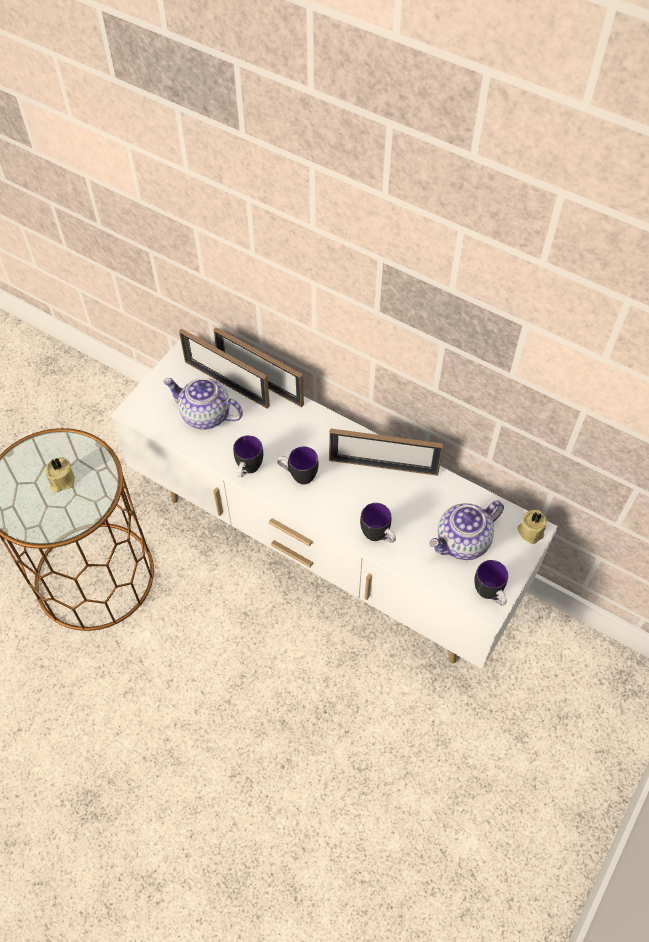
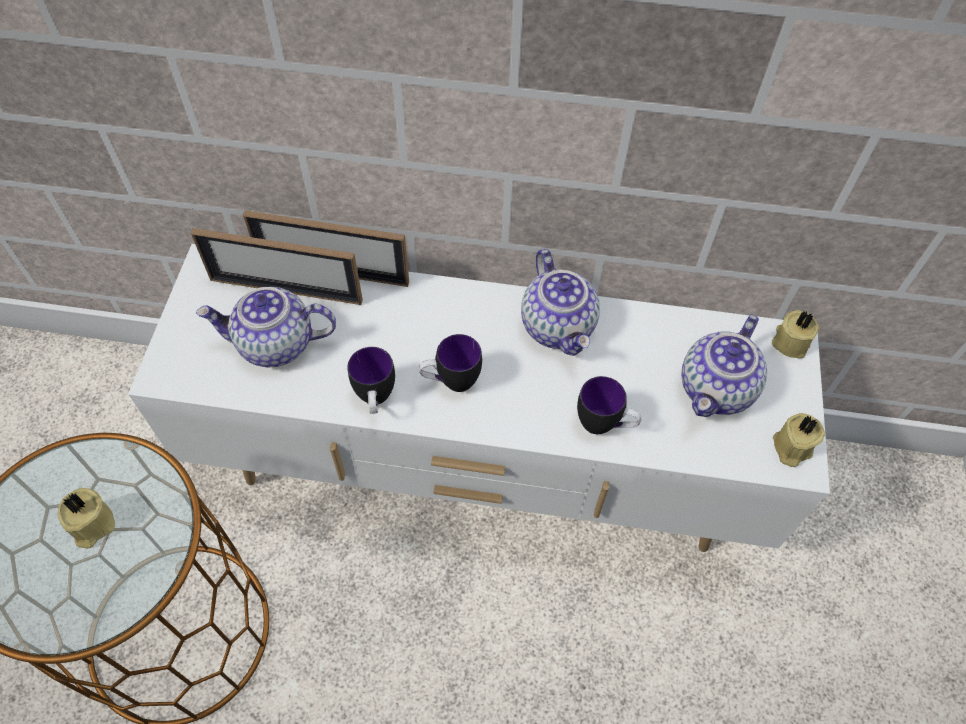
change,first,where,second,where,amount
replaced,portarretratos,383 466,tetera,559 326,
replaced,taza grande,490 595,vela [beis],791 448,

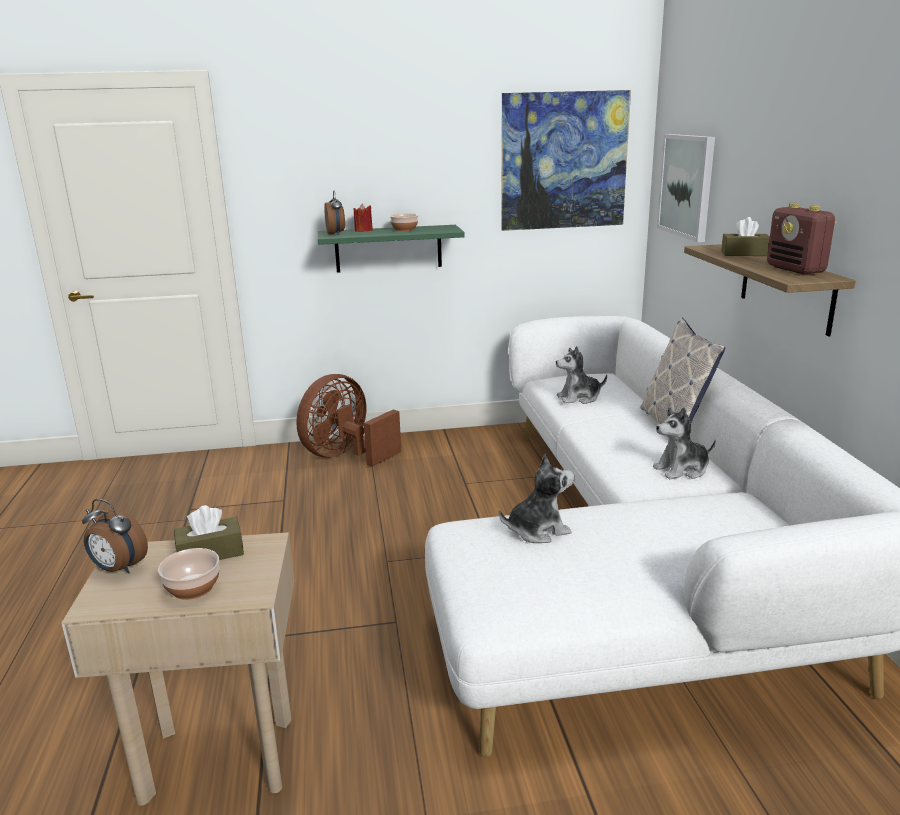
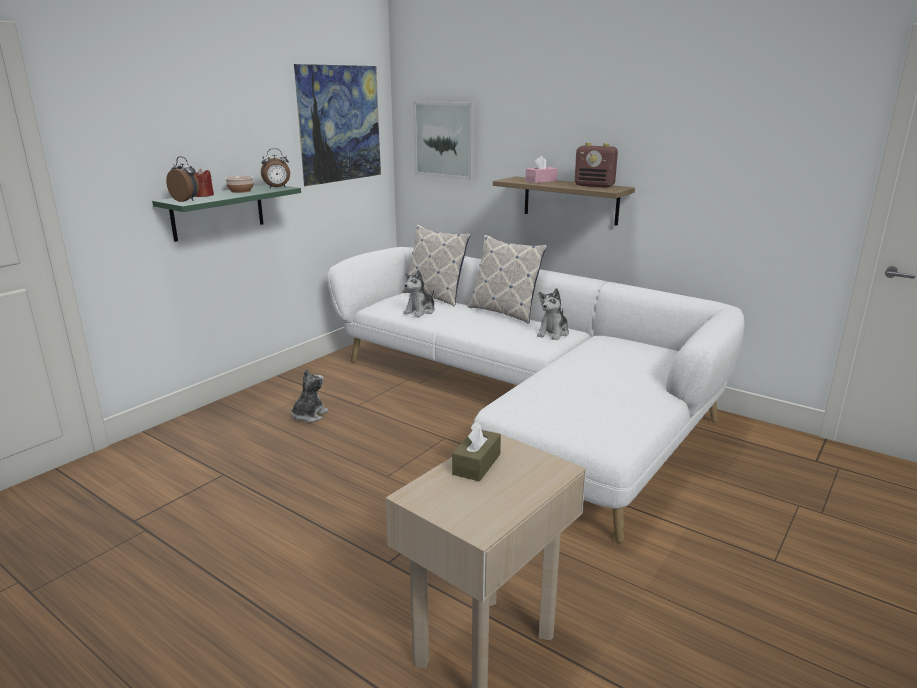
change,first,where,second,where,amount
moved,despertador,118 569,,277 188,
moved,peluche,537 530,,309 415,
added,,,cojín,435 296,
recoloured,caja de pañuelos [marrón],744 254,caja de pañuelos [rosa],541 181,
removed,cuenco,192 587,,,
removed,ventilador [marrón],346 456,,,

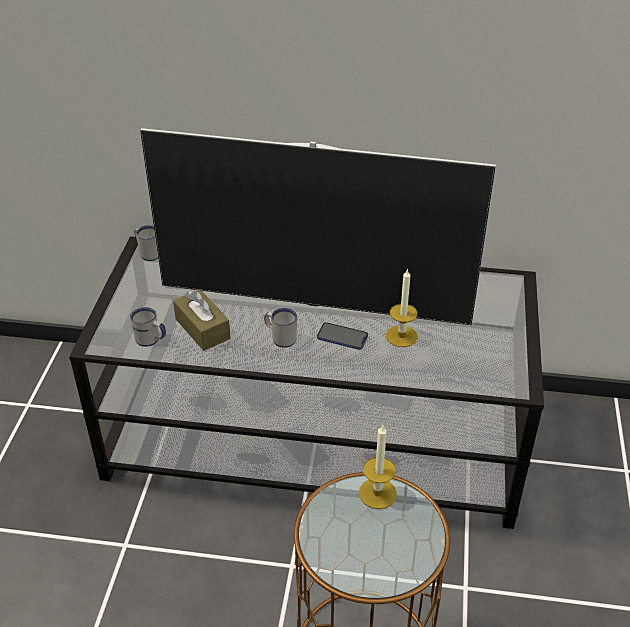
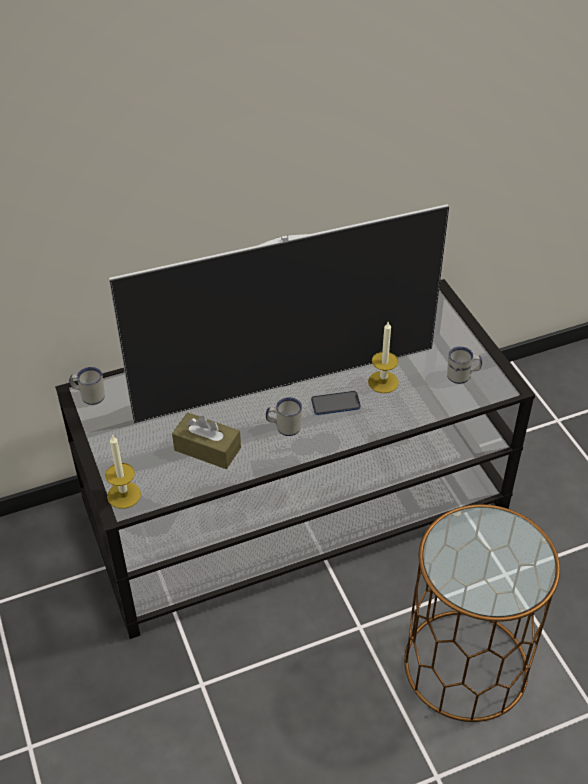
change,first,where,second,where,amount
moved,vela,377 493,,124 495,
moved,taza grande [blanco],151 340,,462 376,

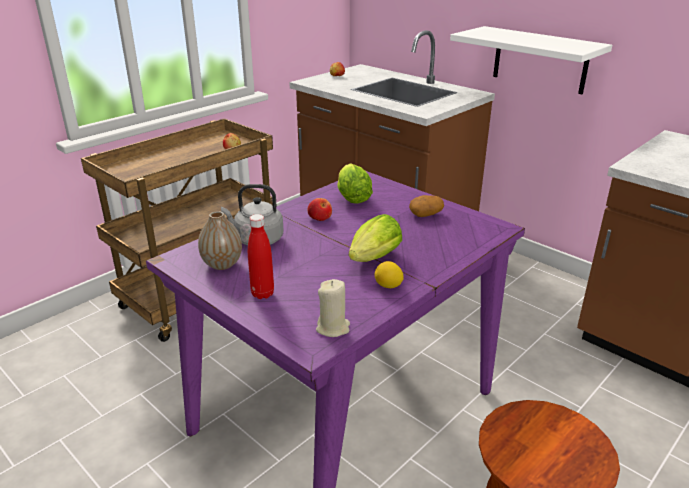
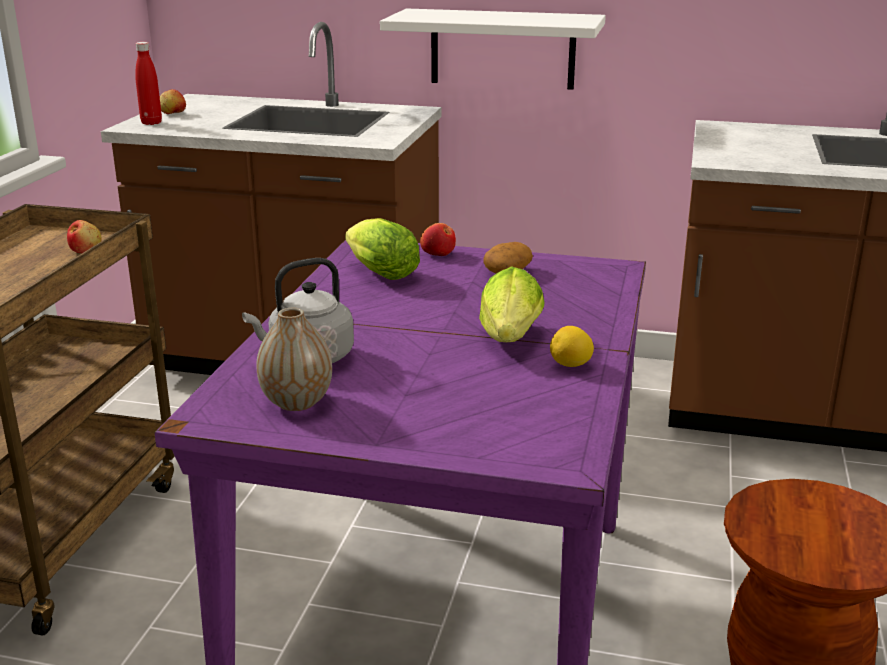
change,first,where,second,where,amount
moved,botella [rojo],262 294,,151 123,
moved,manzana,320 218,,437 253,
removed,vela [beis],333 328,,,

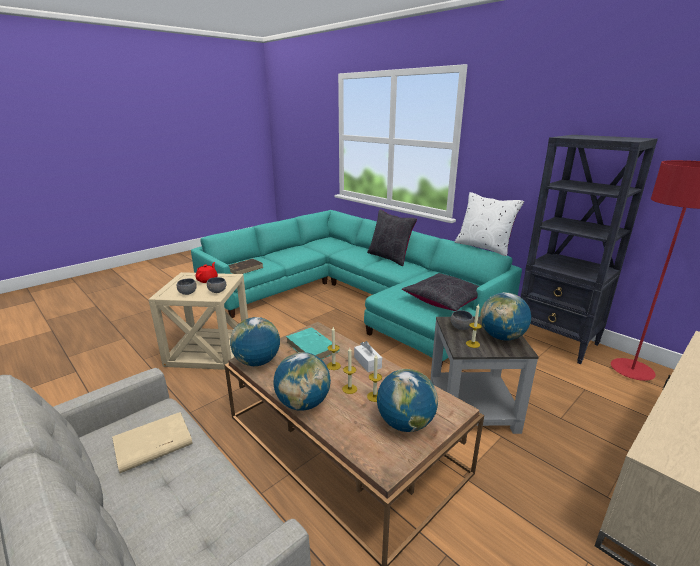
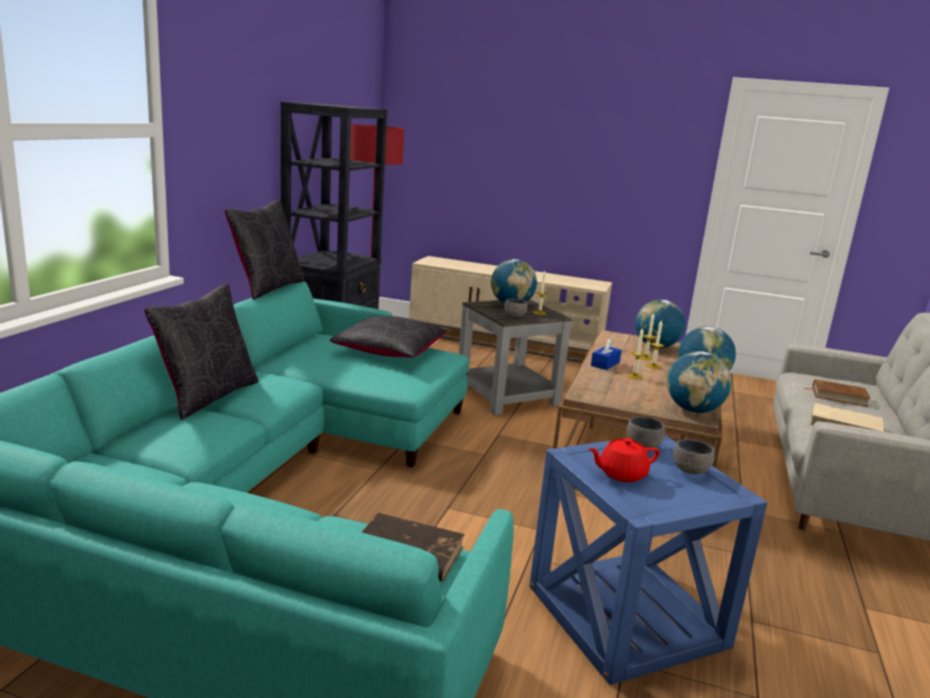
change,first,where,second,where,amount
recoloured,cojín [blanco],484 247,cojín [negro],267 288,
recoloured,mesa auxiliar [beis],209 350,mesa auxiliar [azul],626 616,
recoloured,caja de pañuelos [blanco],367 362,caja de pañuelos [azul],605 364,
added,,,libro [marrón],838 396,
removed,libro [turquesa],312 347,,,

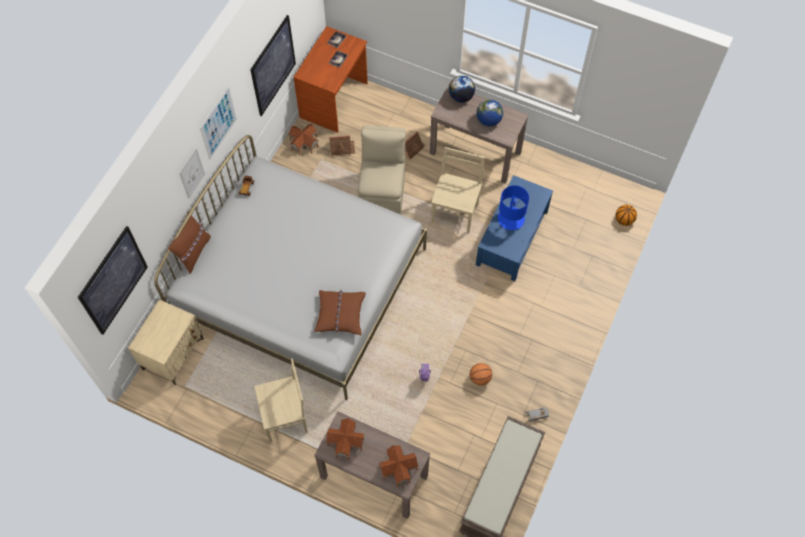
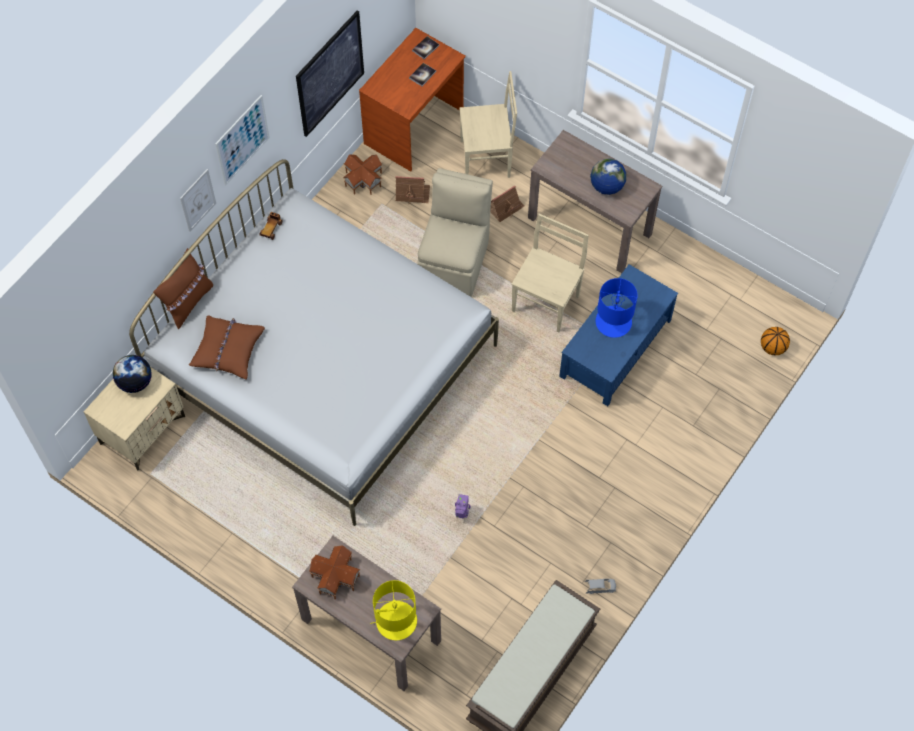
change,first,where,second,where,amount
moved,globo terráqueo,461 97,,135 382,
moved,cojín [marrón],340 314,,228 350,
replaced,casita,398 468,lámpara de mesa [amarillo],395 621,
moved,silla [beis],286 417,,487 158,
removed,cuadro,113 281,,,
removed,balón de baloncesto,480 378,,,

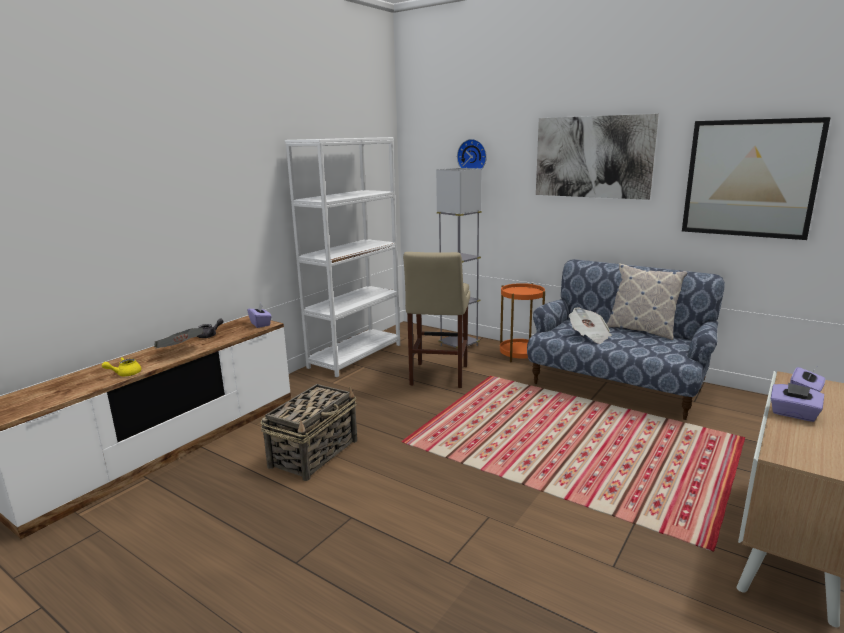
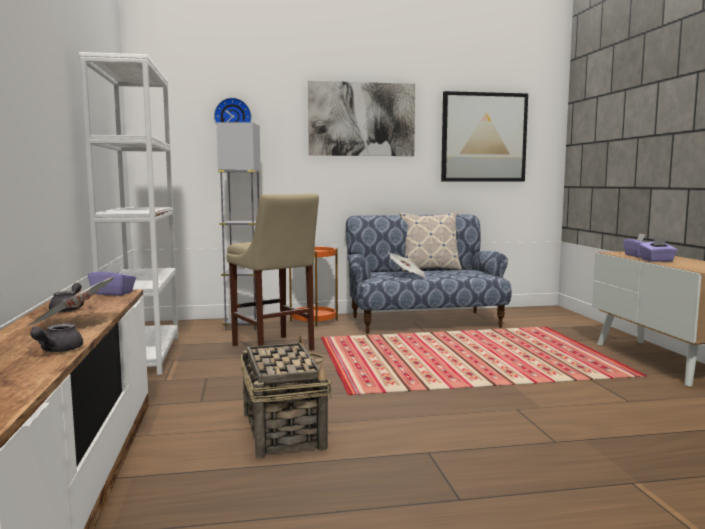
change,first,where,second,where,amount
recoloured,tetera [amarillo],125 374,tetera [gris],56 350,

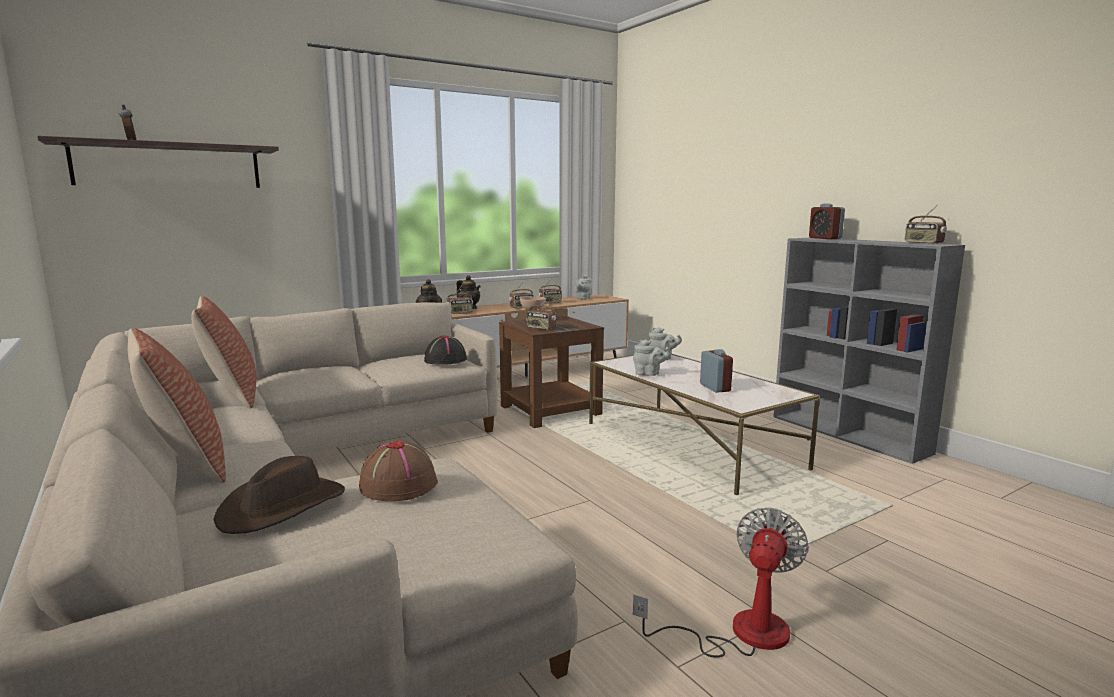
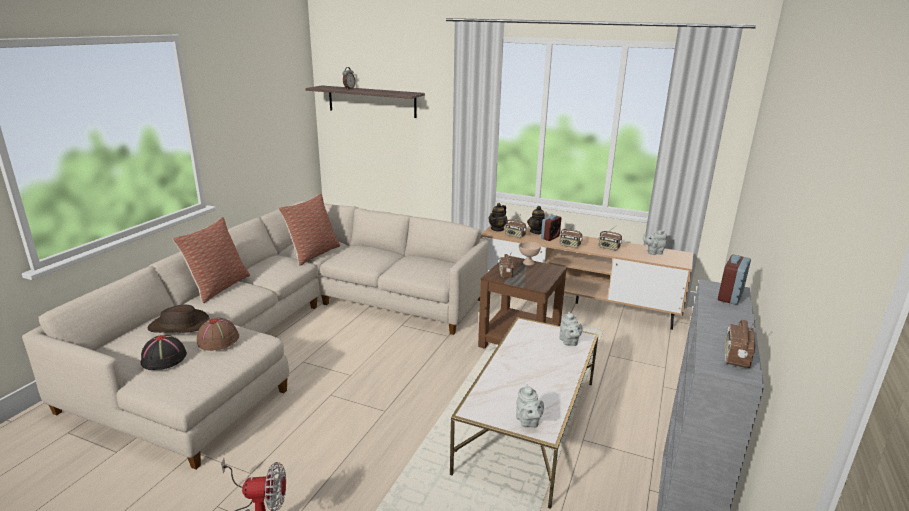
change,first,where,second,where,amount
moved,sombrero [negro],445 360,,164 359,
moved,tetera [gris],649 374,,528 422,
moved,despertador,715 388,,550 237,

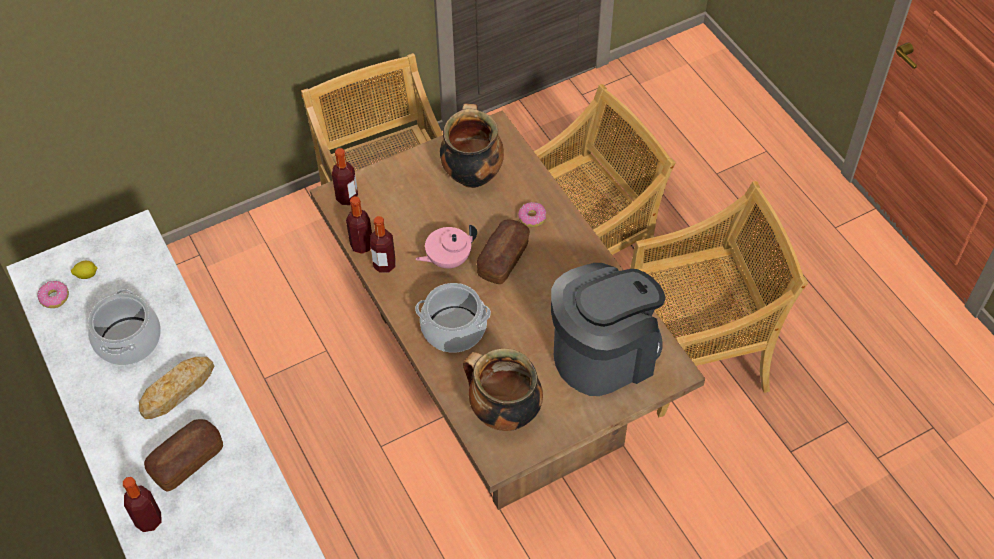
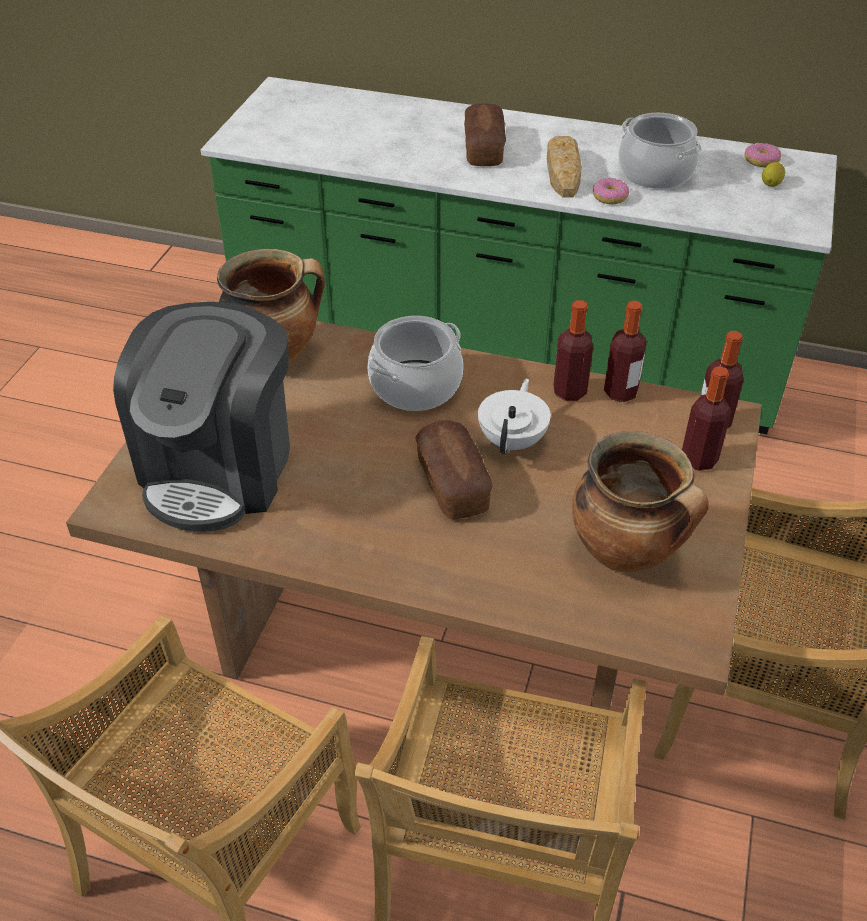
change,first,where,second,where,amount
recoloured,tetera [rosa],448 259,tetera [blanco],513 440,
moved,rosquilla,532 218,,610 197,
moved,botella,148 520,,699 459,

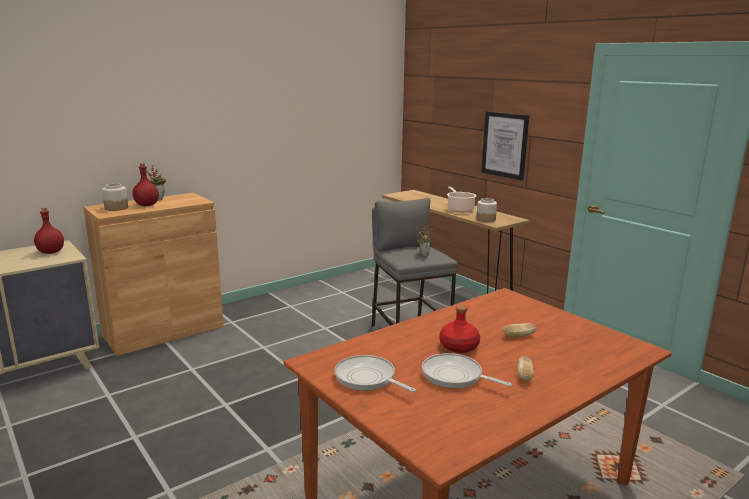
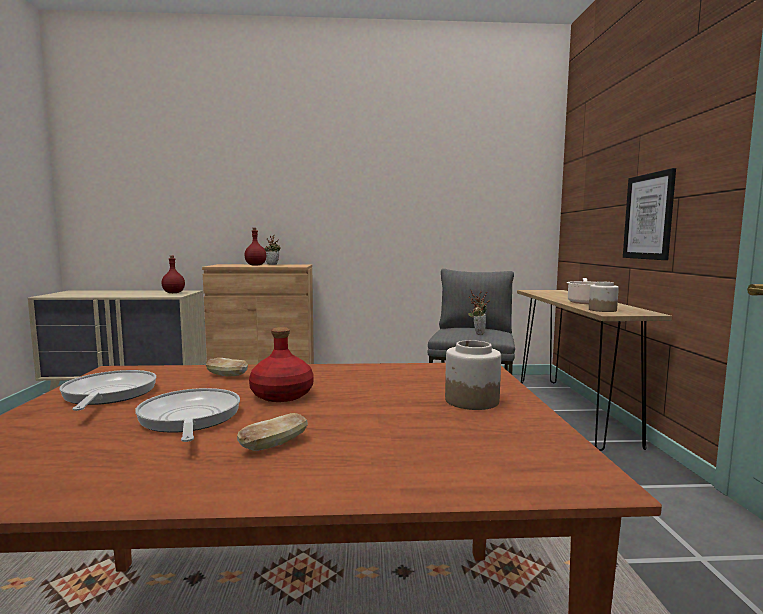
change,first,where,second,where,amount
moved,pan,519 336,,227 376,
moved,tarro,116 208,,471 400,

